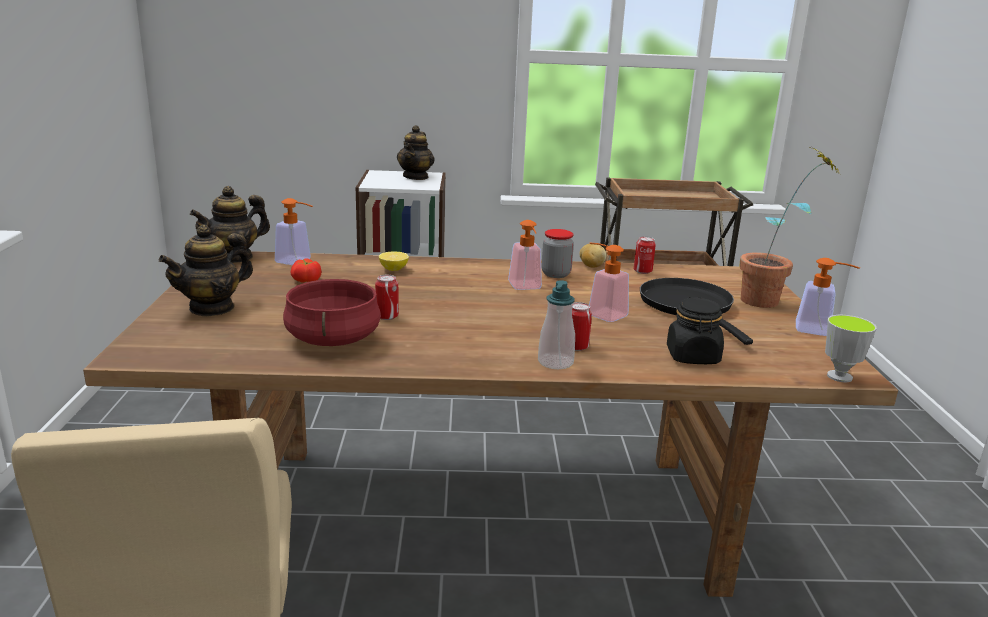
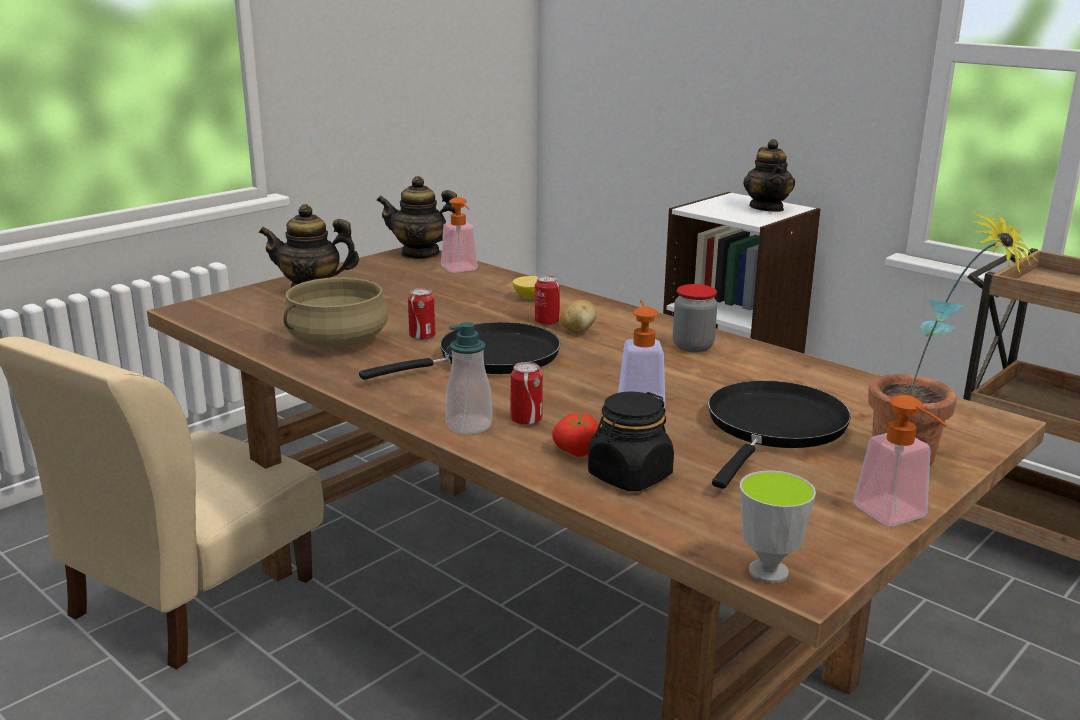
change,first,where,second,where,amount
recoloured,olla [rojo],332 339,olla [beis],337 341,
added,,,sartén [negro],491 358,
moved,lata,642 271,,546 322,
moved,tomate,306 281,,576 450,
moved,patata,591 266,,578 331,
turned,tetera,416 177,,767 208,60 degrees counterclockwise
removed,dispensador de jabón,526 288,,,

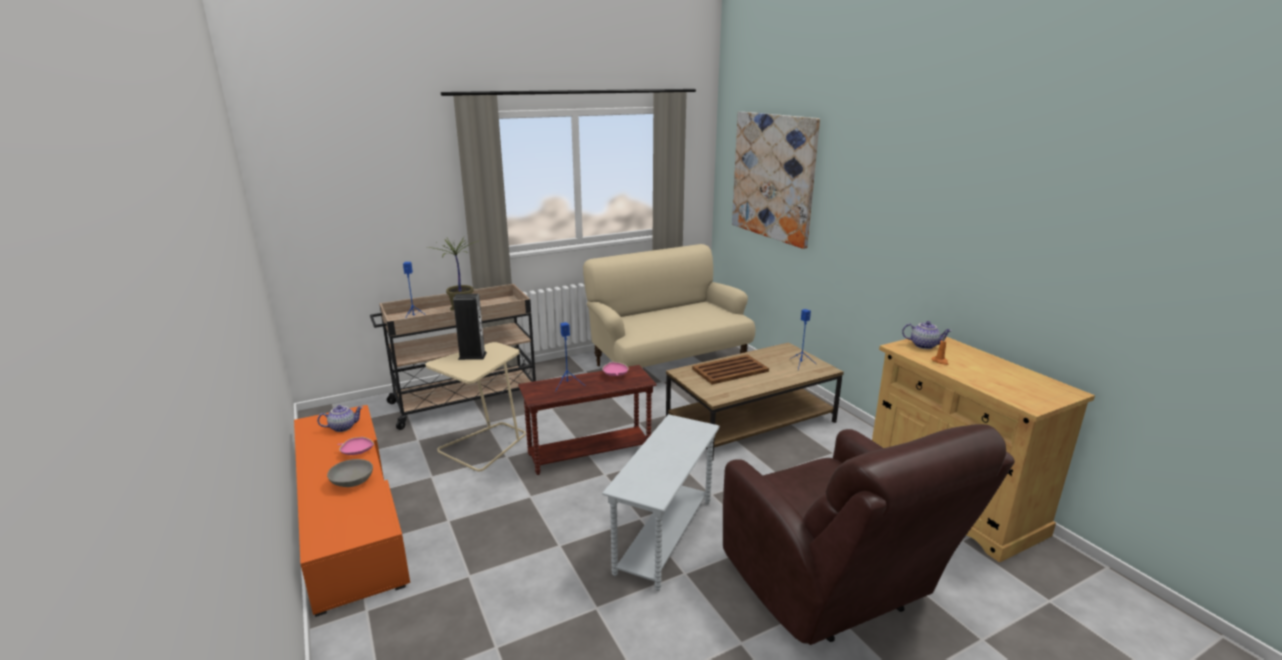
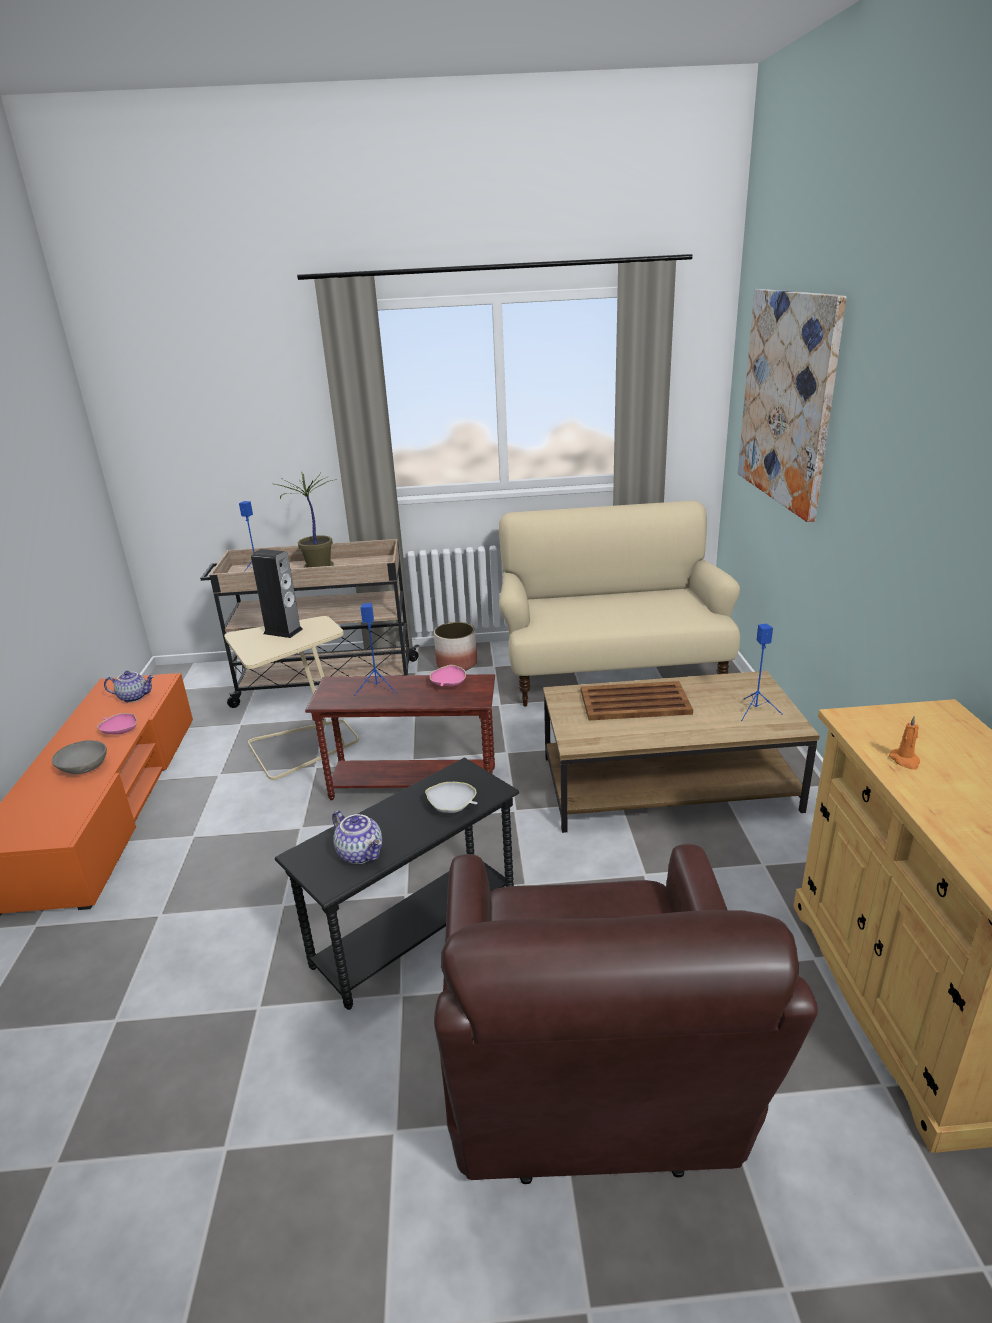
change,first,where,second,where,amount
recoloured,mesa auxiliar [blanco],663 536,mesa auxiliar [negro],415 930,
moved,tetera,924 345,,361 853,
added,,,cuenco [blanco],452 807,
added,,,maceta,457 663,

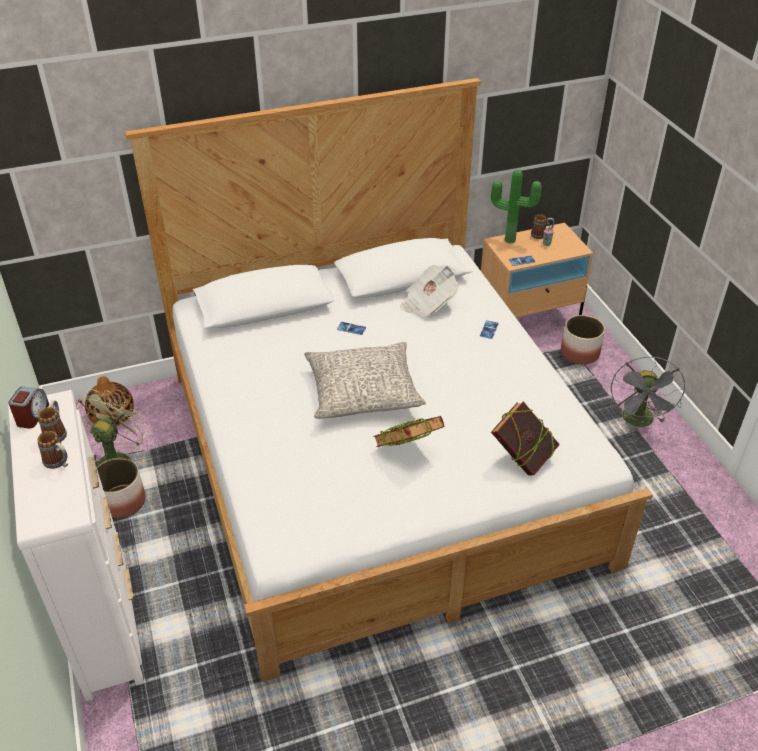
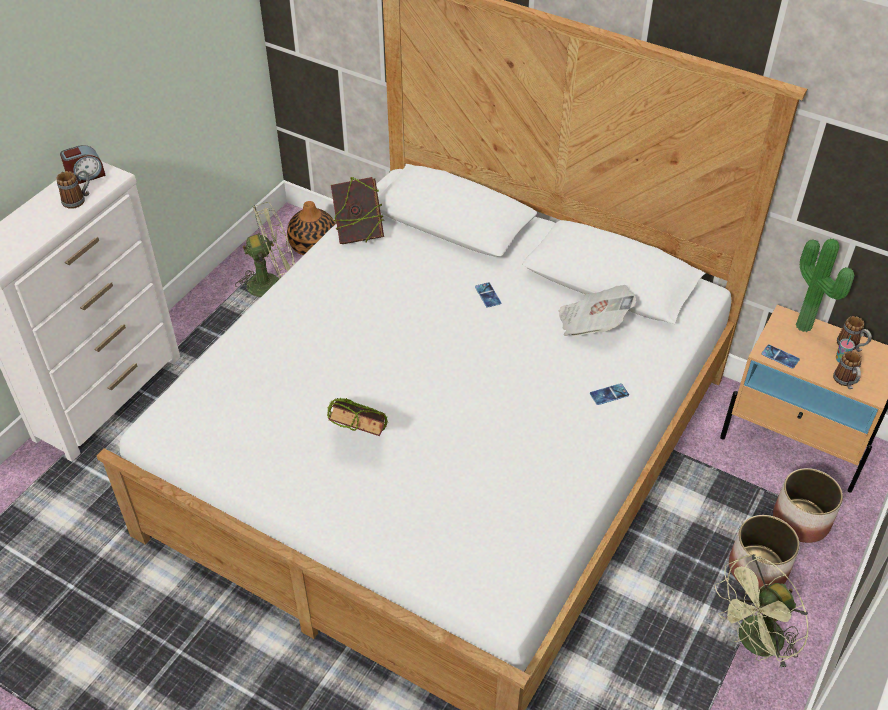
change,first,where,second,where,amount
moved,libro,522 458,,359 233,
recoloured,ventilador [gris],639 422,ventilador [verde],754 643,
moved,maceta,122 501,,757 567,
moved,taza grande,59 463,,845 382,
removed,cojín [gris],363 391,,,

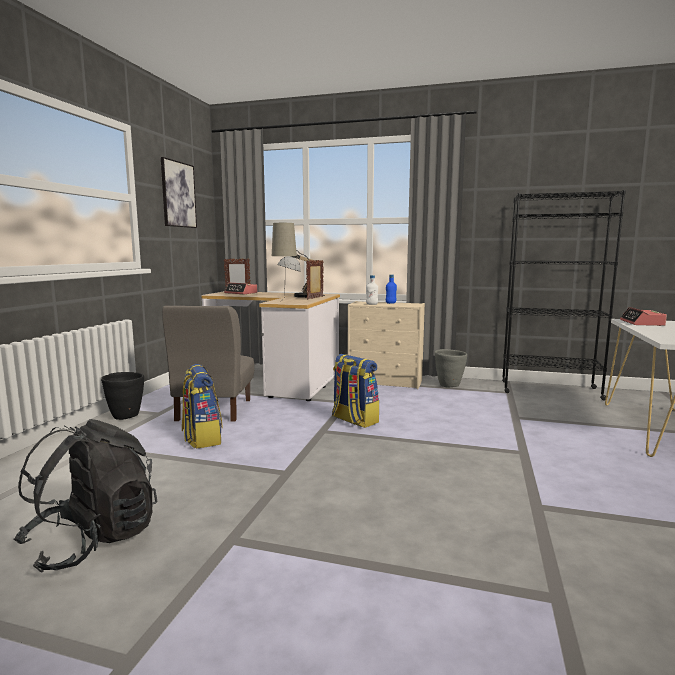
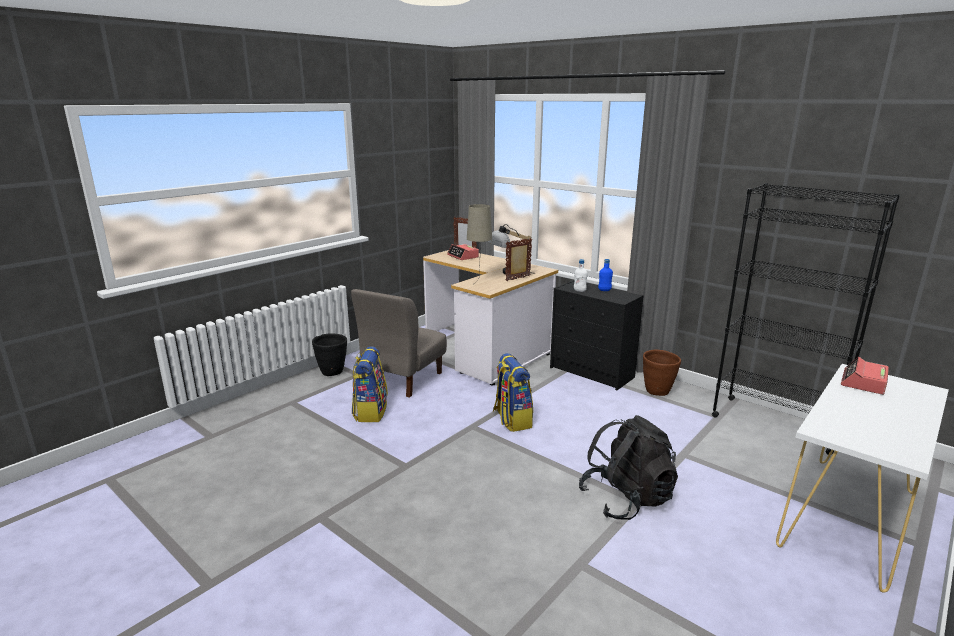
change,first,where,second,where,amount
recoloured,cómoda [beis],386 381,cómoda [negro],592 373,
moved,mochila [negro],93 540,,626 499,
recoloured,maceta [gris],449 385,maceta [marrón],658 392,
removed,cuadro,178 194,,,

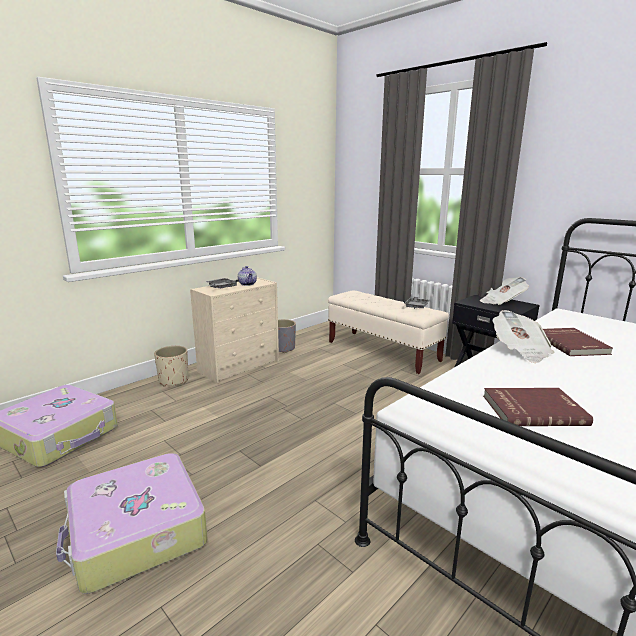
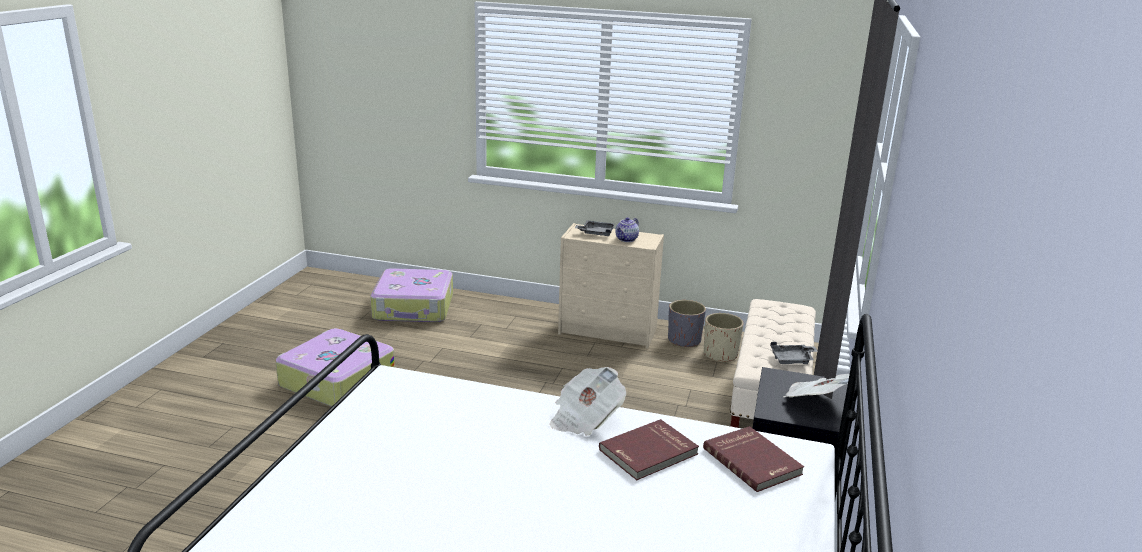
change,first,where,second,where,amount
moved,libro [rojo],533 409,,753 461,
moved,maceta [beis],174 380,,720 355,

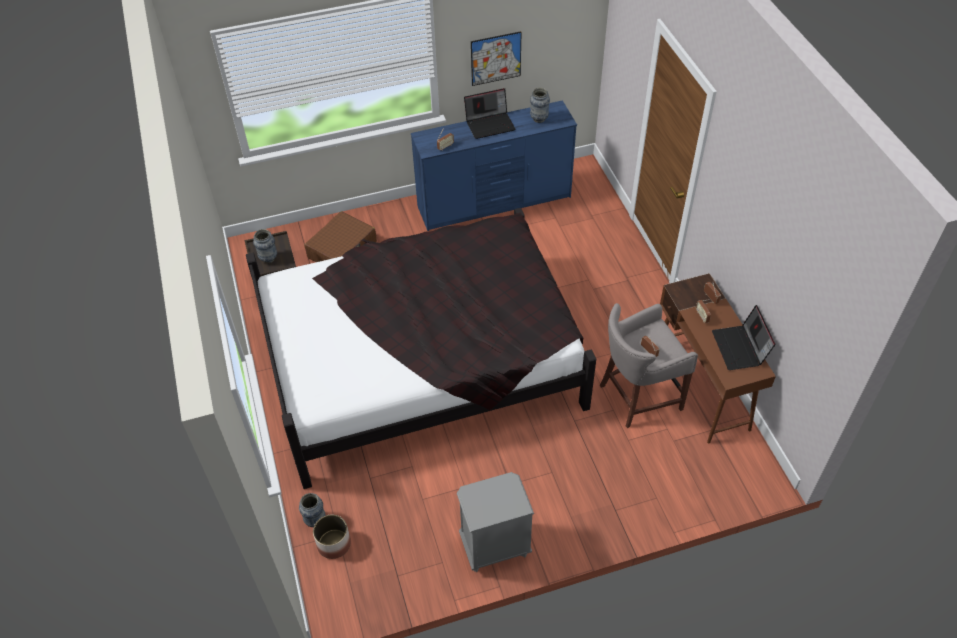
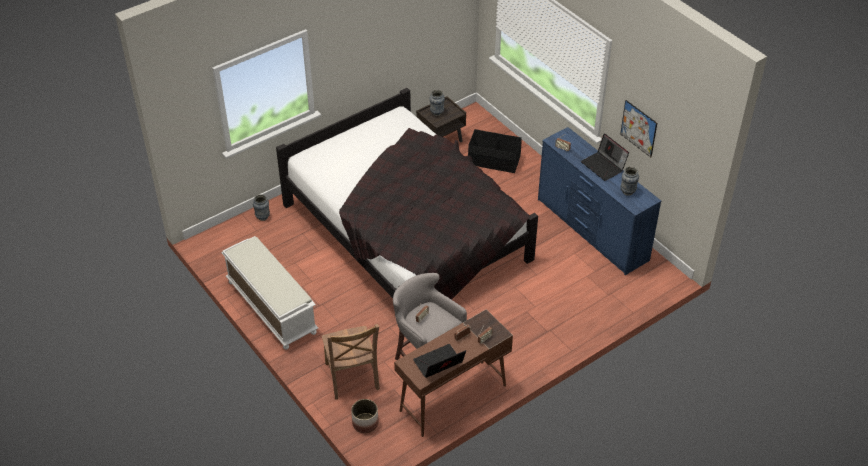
change,first,where,second,where,amount
replaced,mesita de noche [gris],494 546,banco [blanco],270 307,
added,,,silla [marrón],352 378,
moved,maceta,334 544,,365 423,
replaced,maleta [marrón],342 250,caja de almacenaje [negro],494 161,

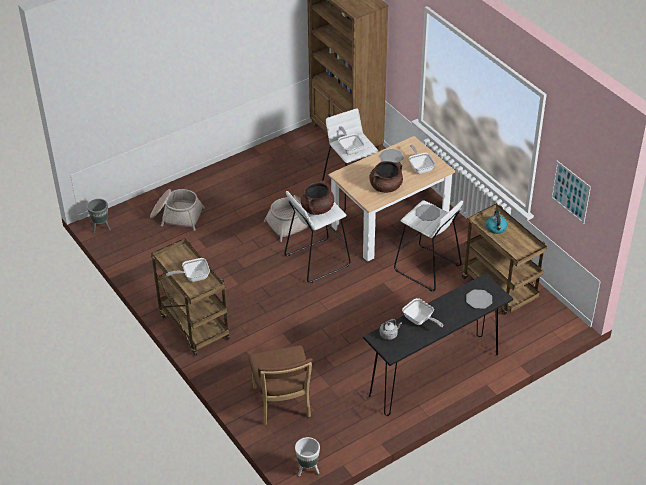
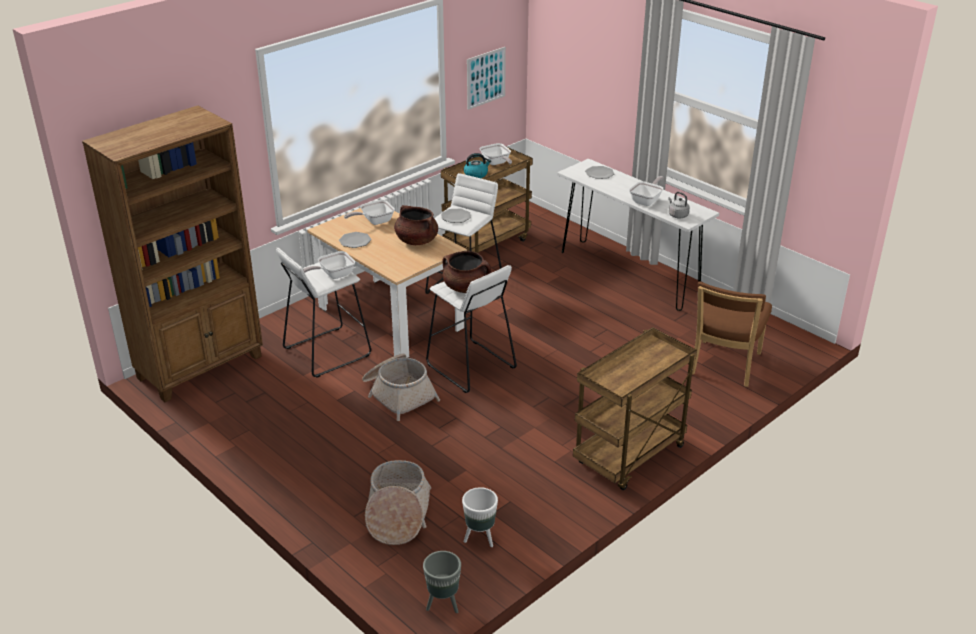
change,first,where,second,where,amount
moved,maceta [blanco],307 470,,480 539,
moved,sartén,193 277,,496 163,
recoloured,mesa consola [negro],434 375,mesa consola [blanco],628 274,
turned,silla [marrón],282 404,,724 366,135 degrees clockwise

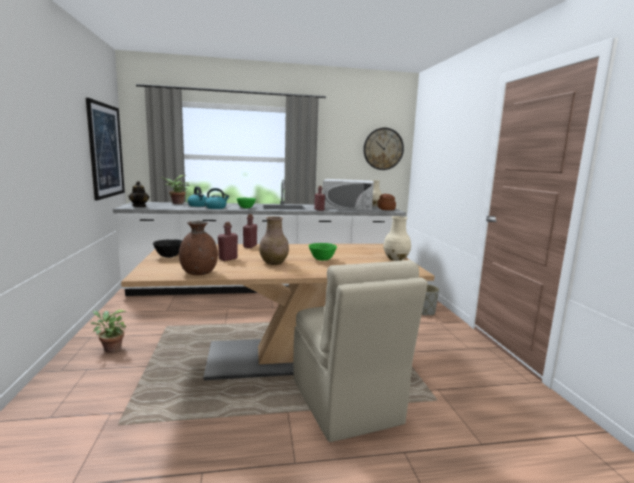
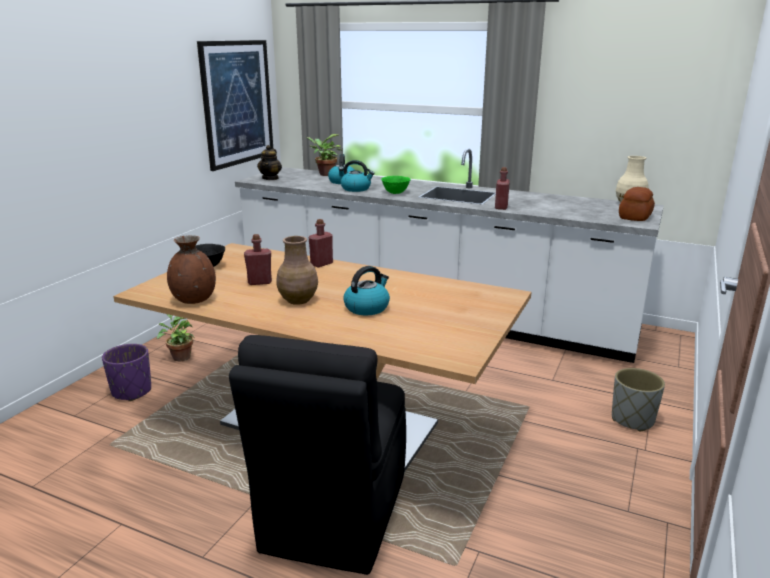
change,first,where,second,where,amount
added,,,maceta [morado],131 391,
recoloured,silla [beis],346 403,silla [negro],333 515,
replaced,cuenco [verde],322 260,hervidor,367 307,
removed,microondas [blanco],348 207,,,
removed,reloj de pared,383 149,,,
removed,florero [beis],396 259,,,

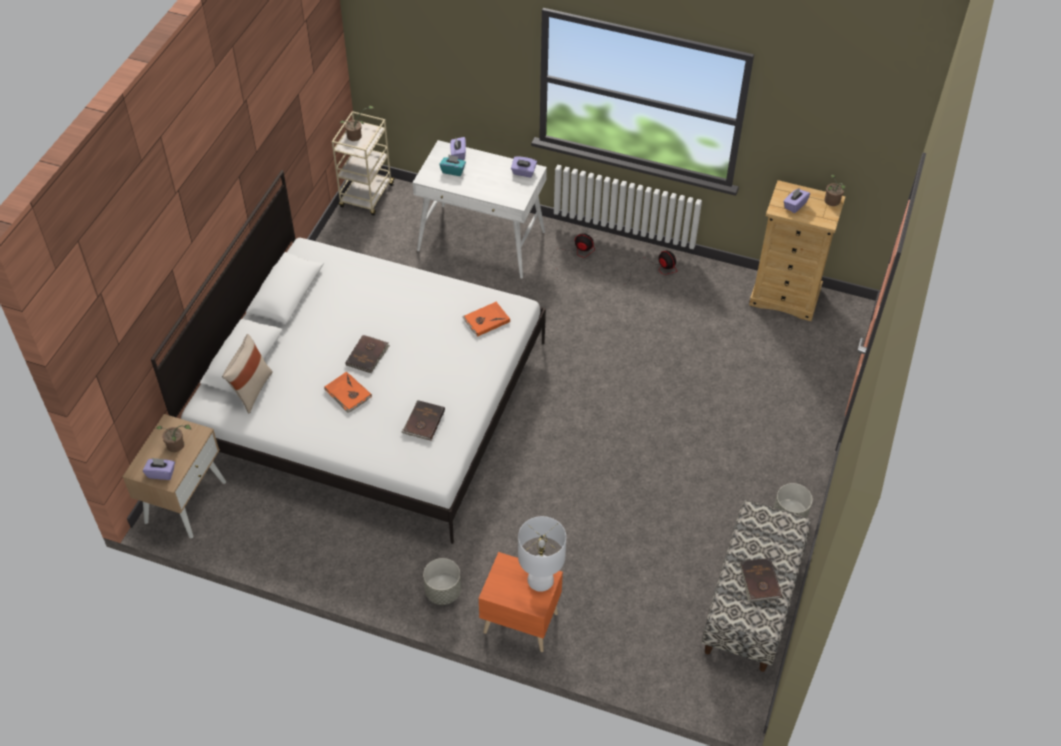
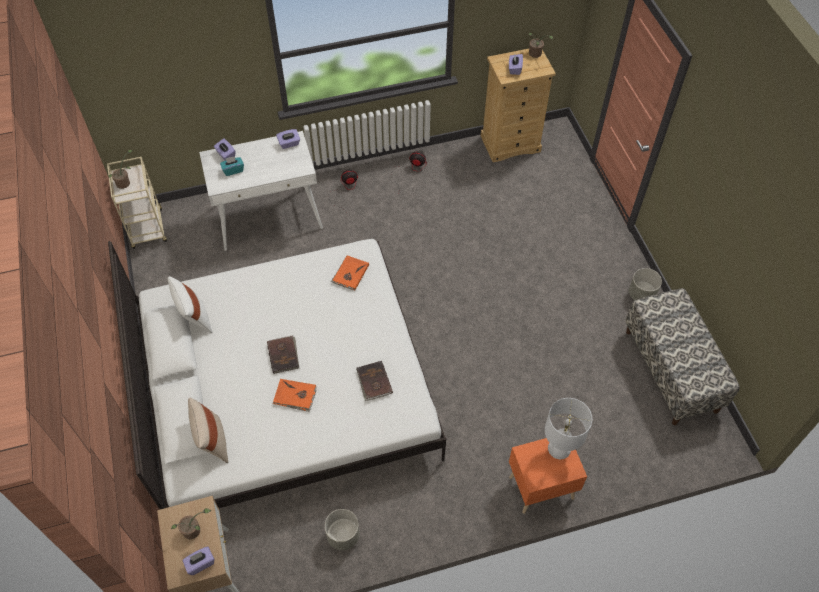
change,first,where,second,where,amount
added,,,cojín [blanco],194 318,
moved,maceta [gris],442 591,,343 535,
removed,libro [marrón],759 581,,,

